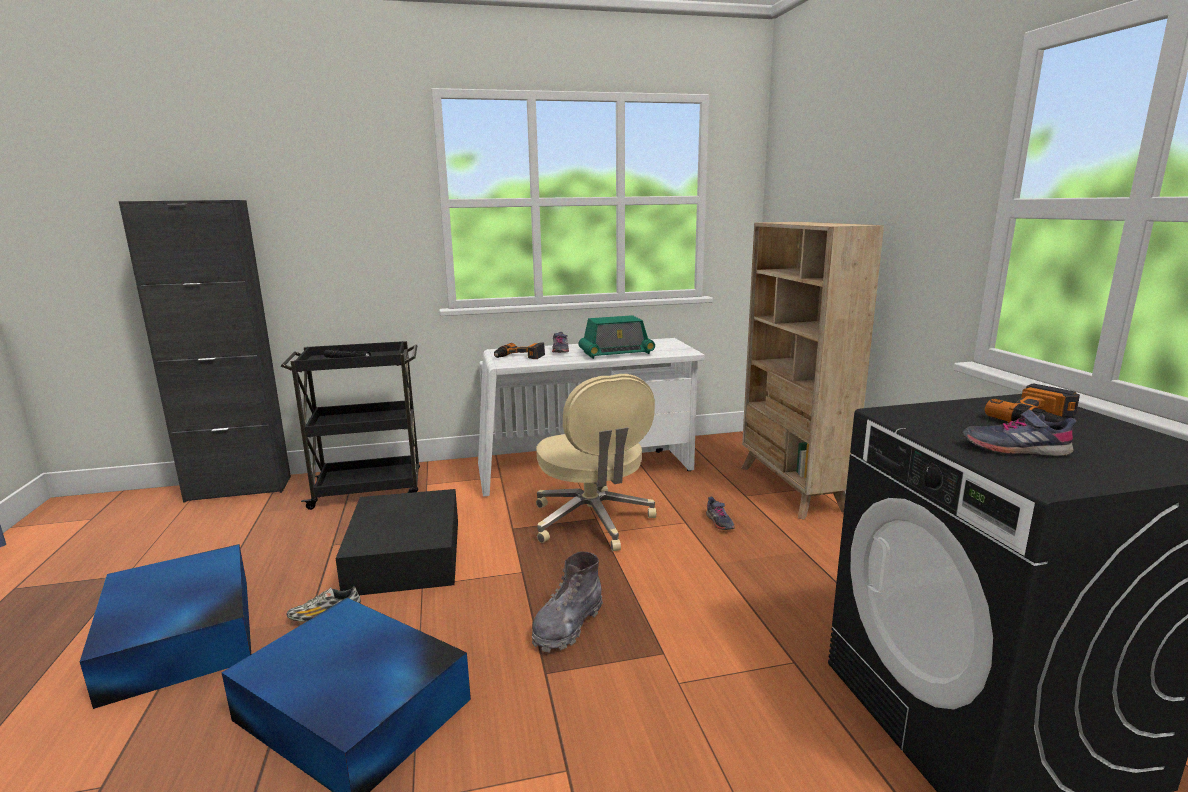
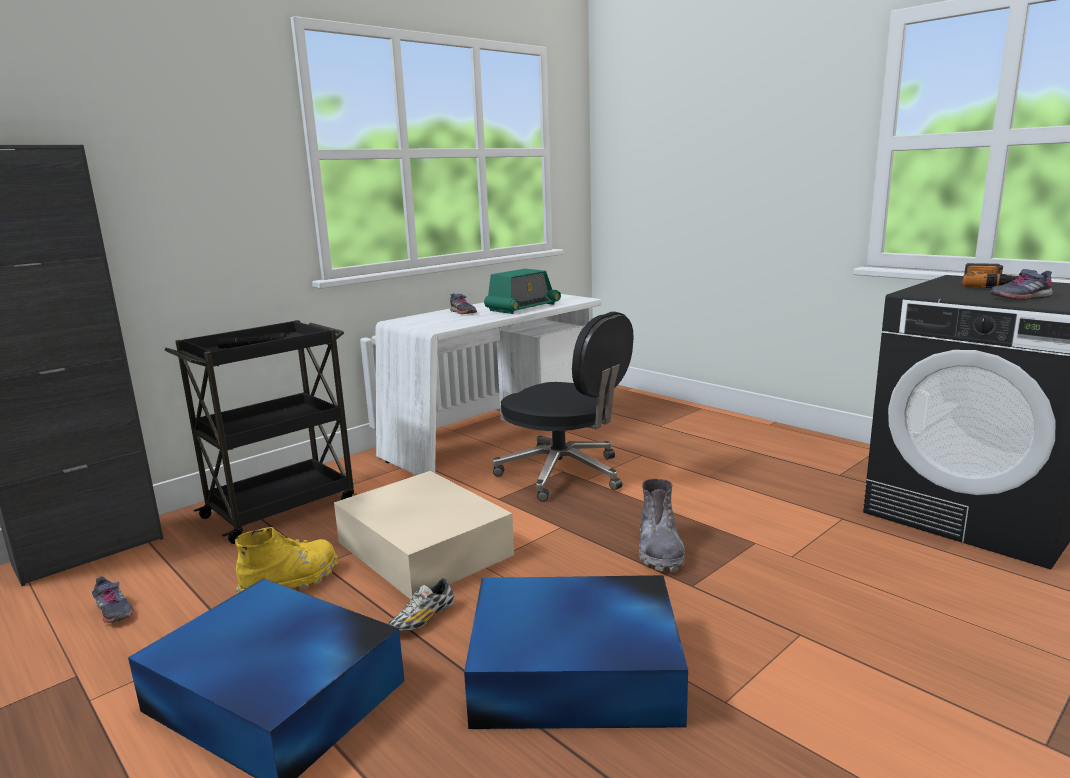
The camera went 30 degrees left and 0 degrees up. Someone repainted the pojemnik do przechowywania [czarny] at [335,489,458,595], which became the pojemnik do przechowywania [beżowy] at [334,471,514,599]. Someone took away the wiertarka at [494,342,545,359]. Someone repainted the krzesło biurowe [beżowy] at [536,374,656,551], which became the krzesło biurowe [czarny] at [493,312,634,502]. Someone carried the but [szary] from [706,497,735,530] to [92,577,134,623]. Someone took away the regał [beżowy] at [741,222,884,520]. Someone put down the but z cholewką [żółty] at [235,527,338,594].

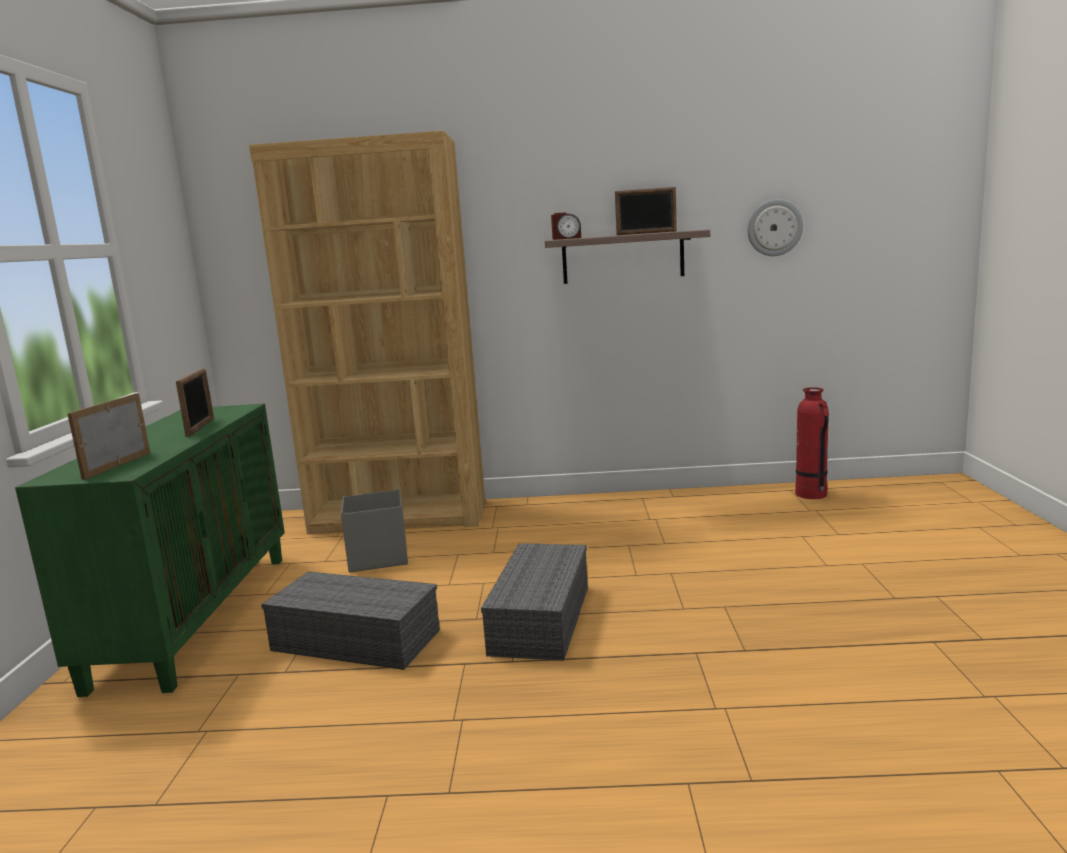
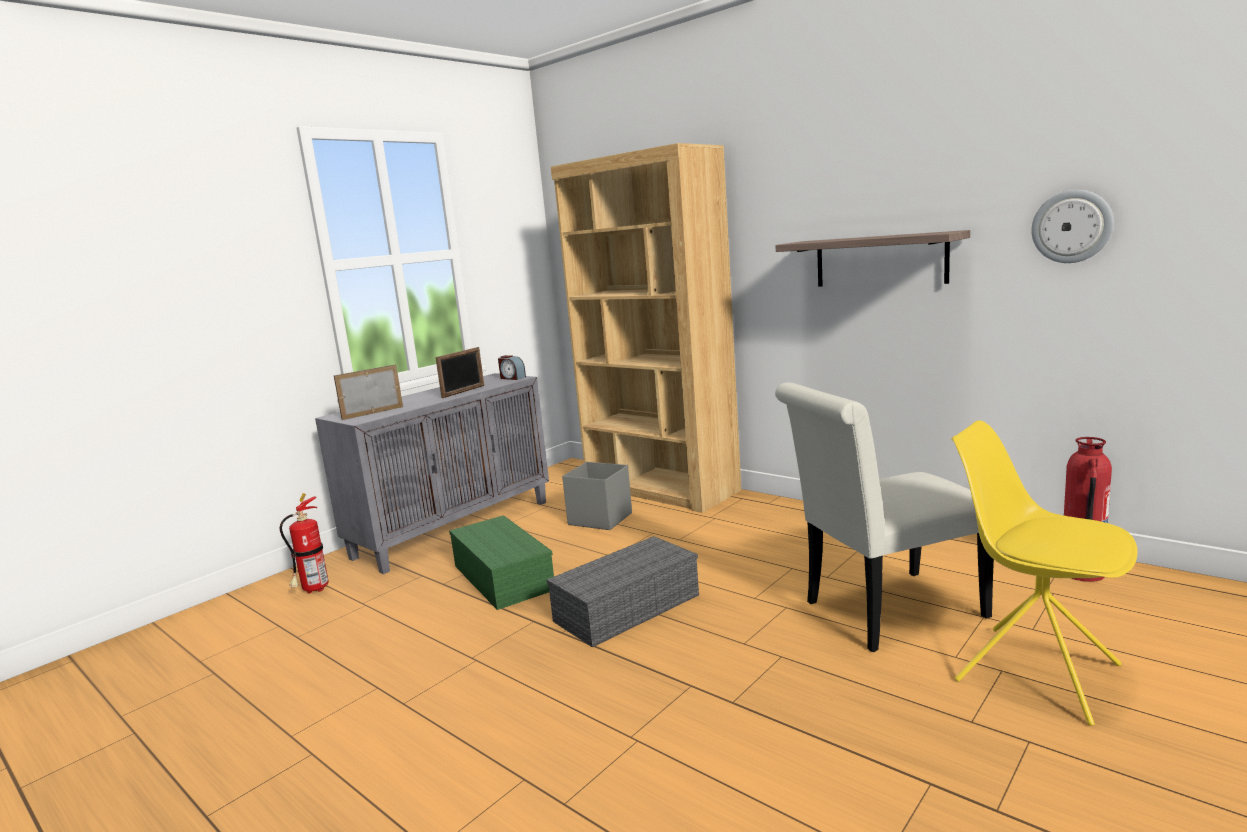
The camera went 40 degrees right and 0 degrees up. Someone repainted the szafka [zielony] at [15,404,285,697], which became the szafka [szary] at [315,373,549,574]. Someone repainted the pojemnik do przechowywania [szary] at [261,572,440,670], which became the pojemnik do przechowywania [zielony] at [449,515,554,610]. Someone carried the budzik from [551,212,581,240] to [498,355,526,380]. Someone took away the ramka na zdjęcie at [615,187,677,235]. Someone put down the gaśnica at [280,493,329,593]. Someone put down the krzesło [biały] at [775,383,994,652]. Someone put down the krzesło [żółty] at [951,420,1137,726].

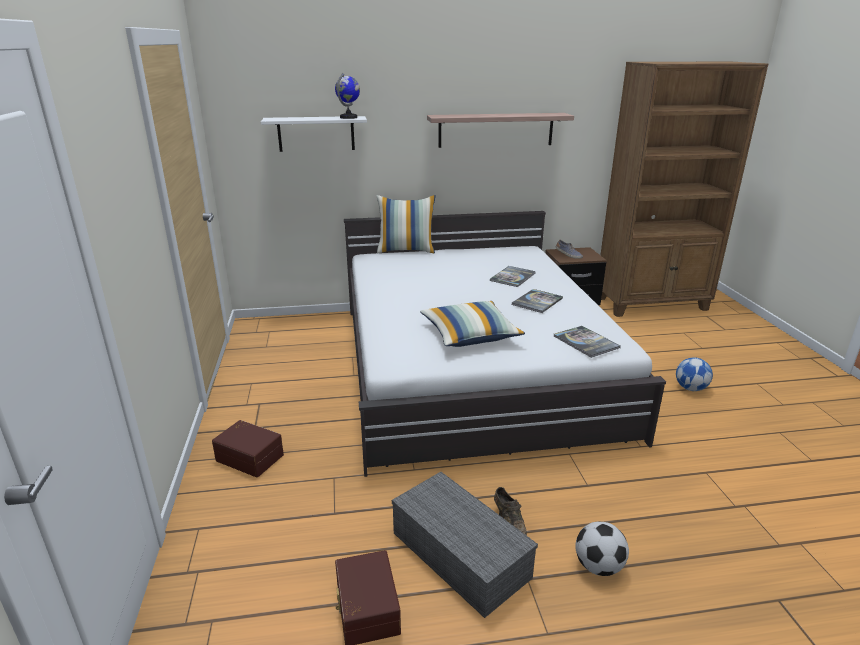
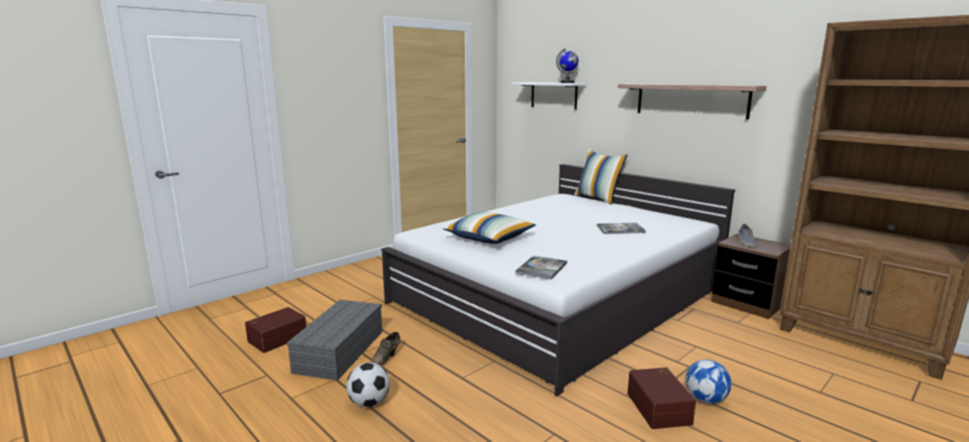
The camera went 55 degrees right and 10 degrees down. Someone carried the pojemnik do przechowywania [brązowy] from [212,420,284,477] to [628,367,696,429]. Someone took away the książka at [512,289,563,313].

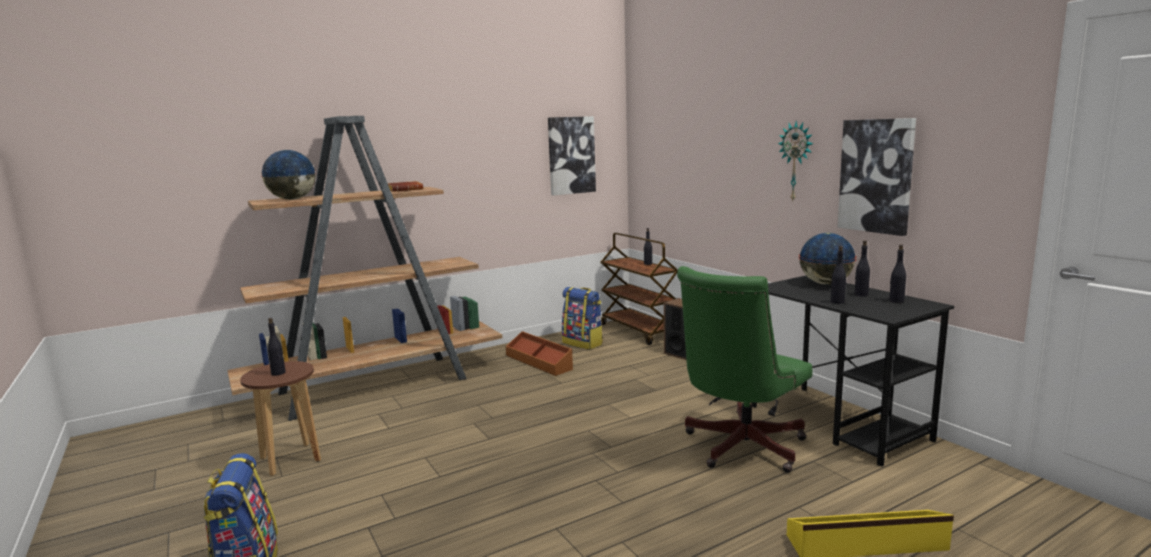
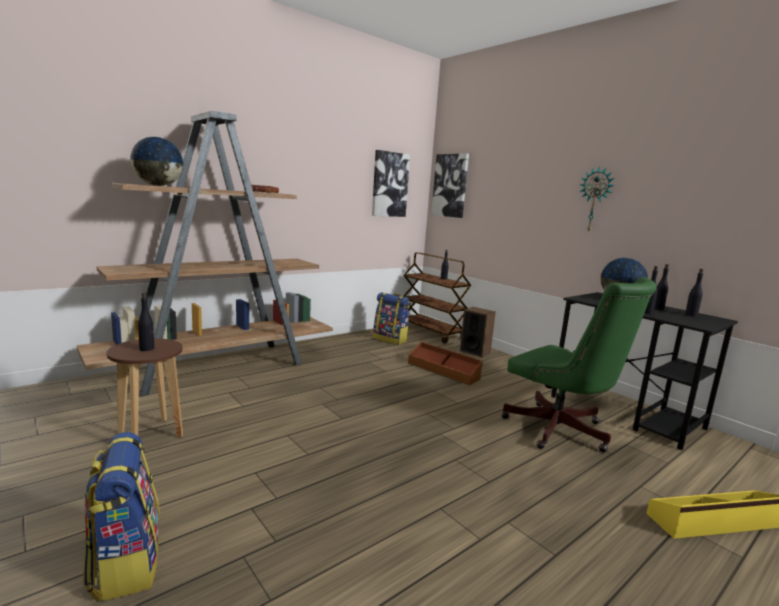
The camera went 10 degrees left and 0 degrees up. Someone carried the pojemnik do przechowywania [brązowy] from [506,331,573,376] to [408,342,483,385]. Someone rotated the krzesło biurowe [zielony] at [677,266,813,473] by 75 degrees counterclockwise. Someone carried the obraz from [838,118,916,236] to [431,153,469,218].

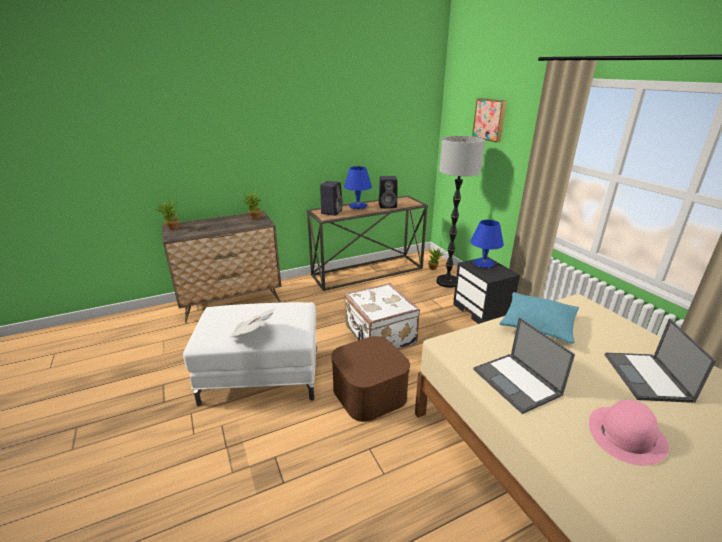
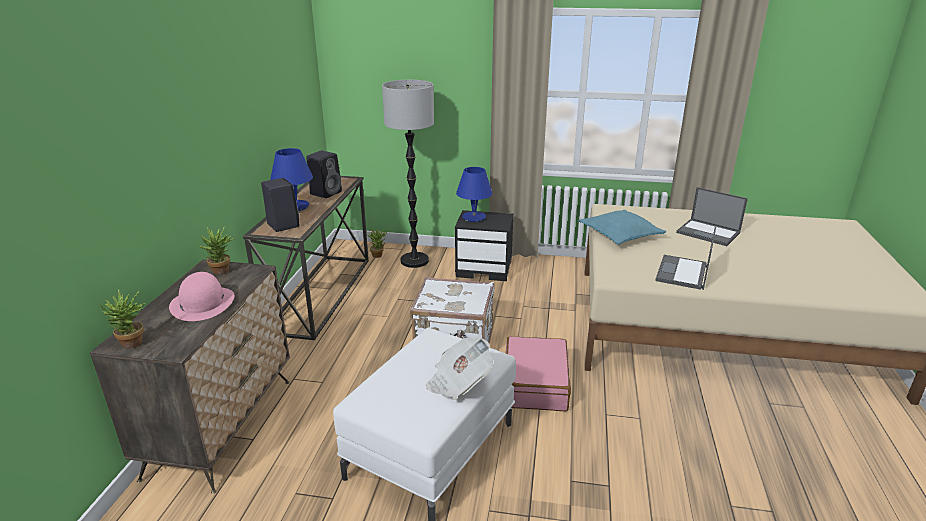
The camera went 55 degrees left and 0 degrees up. Someone swapped the pojemnik do przechowywania [brązowy] at [331,336,410,422] for the walizka [różowy] at [506,336,571,411]. Someone took away the obraz at [472,98,507,143]. Someone rotated the laptop at [473,317,575,414] by 105 degrees clockwise. Someone carried the kapelusz [różowy] from [589,400,669,466] to [169,272,234,321].

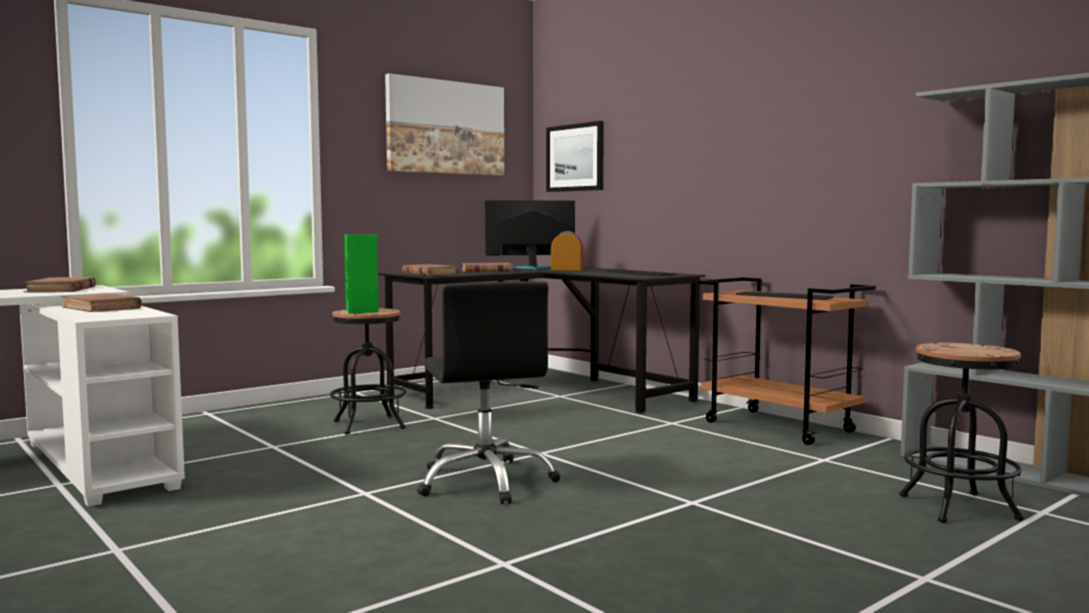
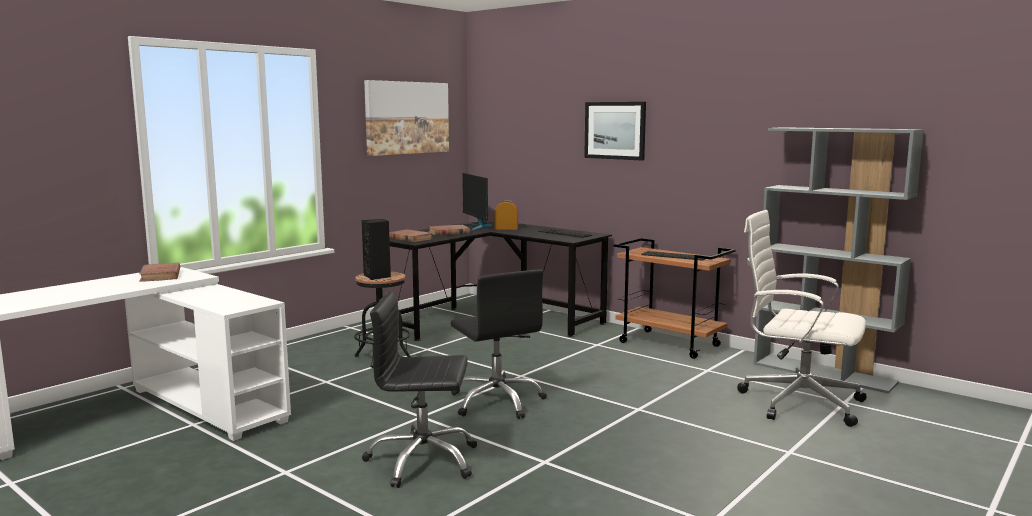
The camera went 10 degrees left and 5 degrees up. Someone took away the książka [brązowy] at [62,293,142,312]. Someone repainted the głośnik [zielony] at [344,234,379,314], which became the głośnik [czarny] at [362,219,391,280]. Someone rotated the monitor at [485,200,575,270] by 90 degrees counterclockwise. Someone carried the obraz from [546,121,604,192] to [584,102,646,161]. Someone swapped the stołek [czarny] at [900,343,1024,523] for the krzesło biurowe [biały] at [737,210,867,427]. Someone put down the krzesło biurowe [czarny] at [362,291,477,488].

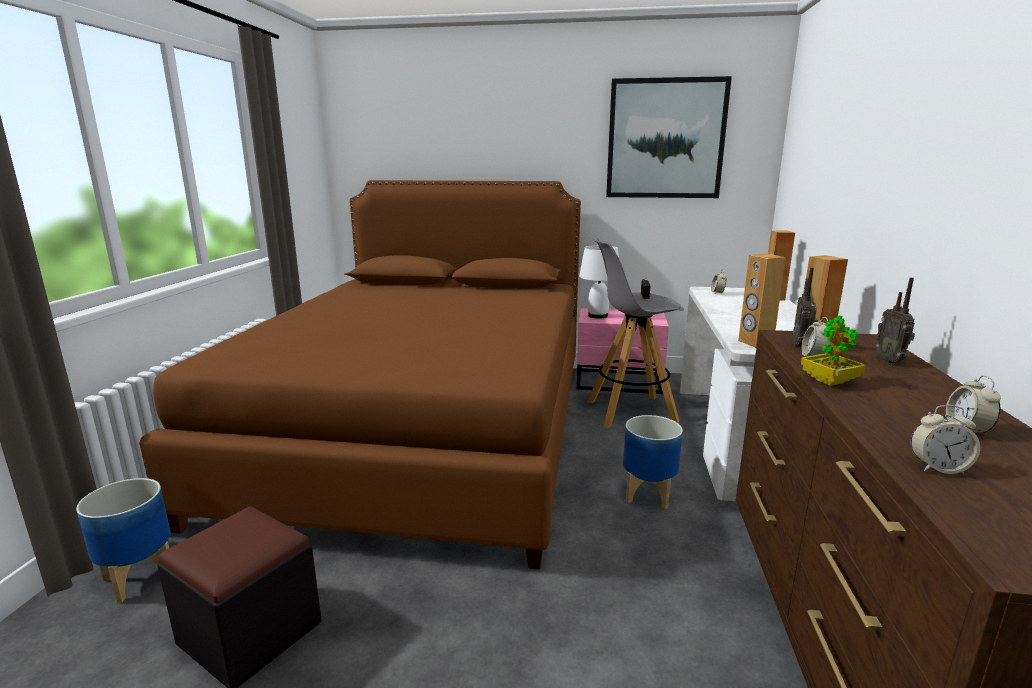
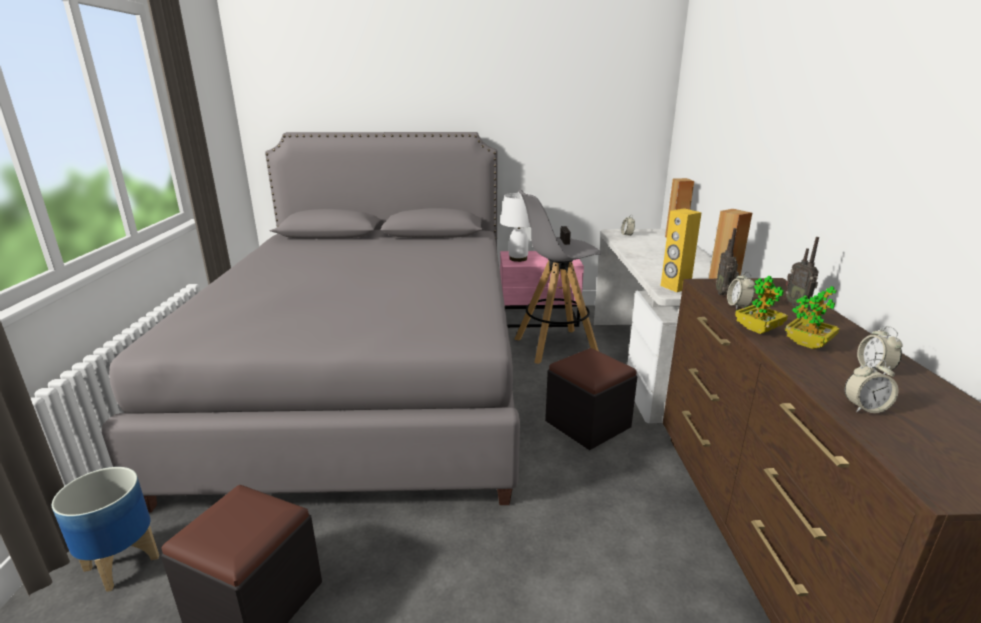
The camera went 10 degrees left and 5 degrees up. Someone repainted the łóżko [brązowy] at [140,180,581,570], which became the łóżko [szary] at [102,132,520,512]. Someone took away the obraz at [606,76,732,198]. Someone swapped the donica at [623,415,683,509] for the pufa [czarny] at [545,348,637,450]. Someone repainted the głośnik [brązowy] at [738,254,786,348], which became the głośnik [żółty] at [661,208,702,292]. Someone put down the roślina doniczkowa at [785,286,839,349].

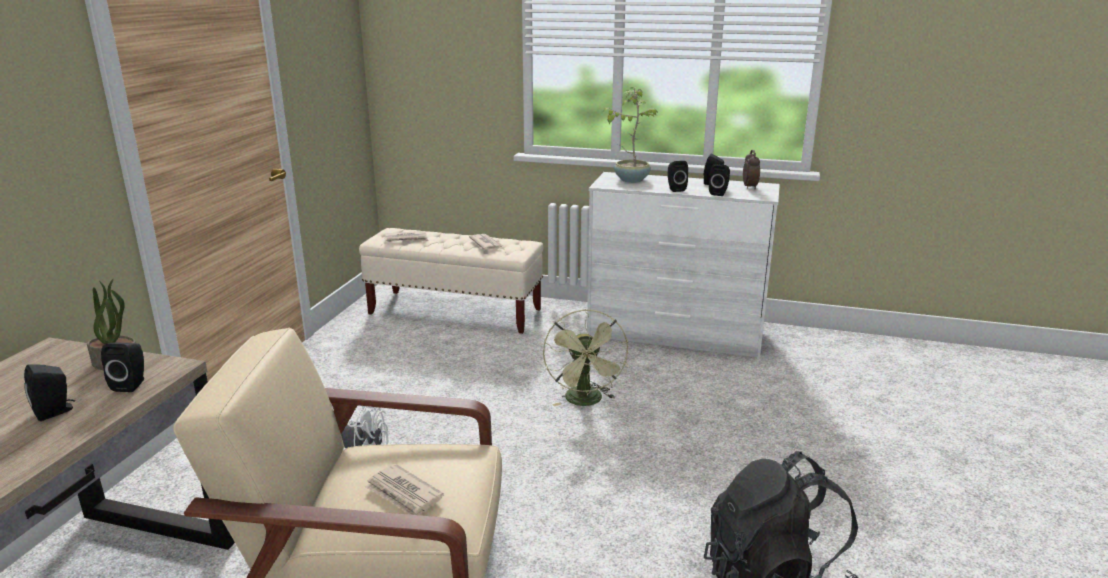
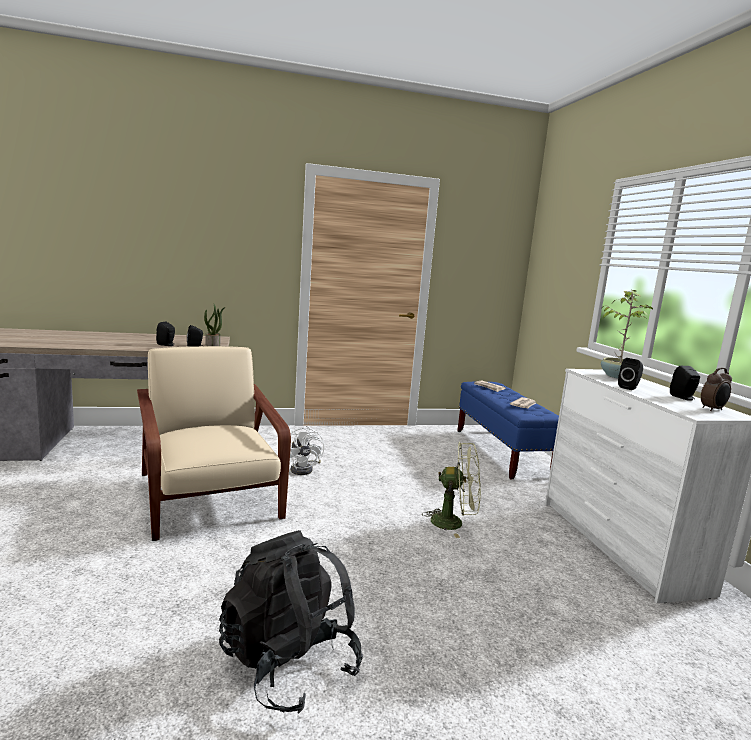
The camera went 60 degrees right and 10 degrees down. Someone repainted the ławka [beżowy] at [359,228,543,334], which became the ławka [niebieski] at [457,382,559,480]. Someone took away the gazeta at [365,464,444,515]. Someone rotated the wentylator [zielony] at [543,309,628,406] by 135 degrees counterclockwise. Someone took away the głośnik [czarny] at [709,164,730,196].

